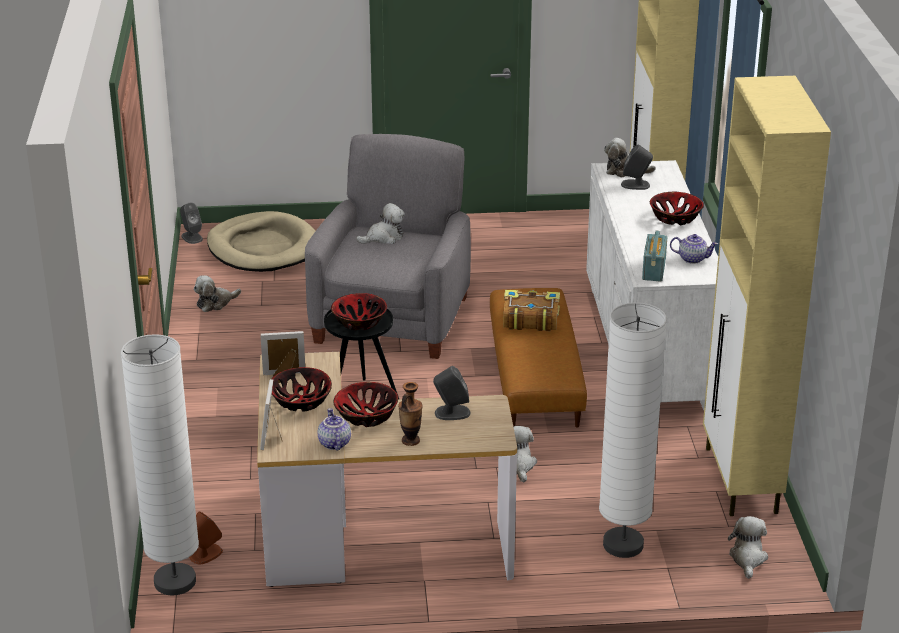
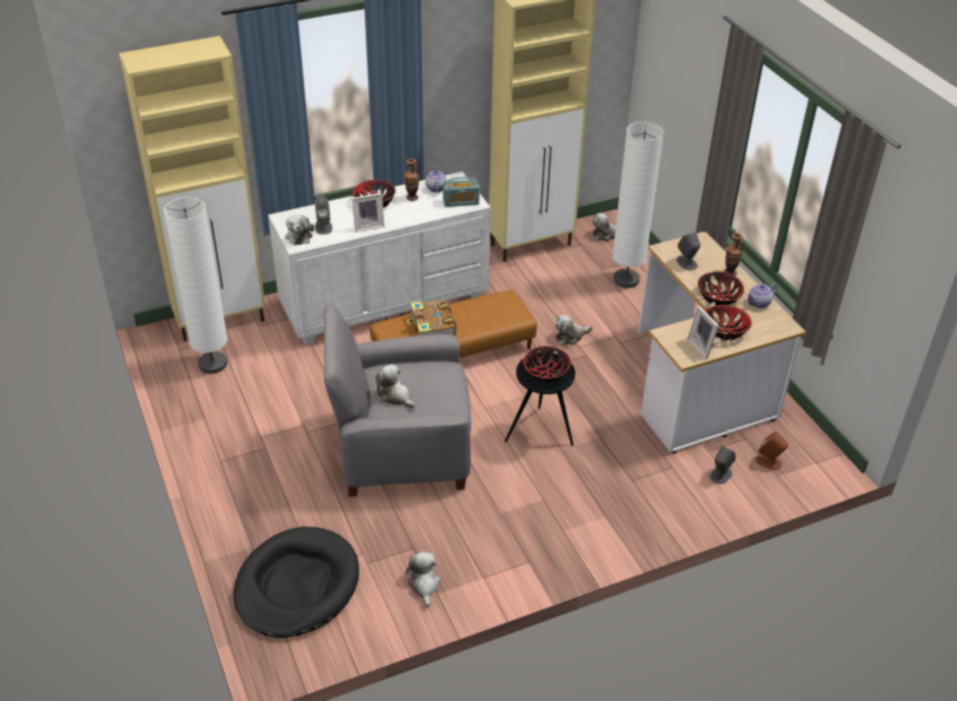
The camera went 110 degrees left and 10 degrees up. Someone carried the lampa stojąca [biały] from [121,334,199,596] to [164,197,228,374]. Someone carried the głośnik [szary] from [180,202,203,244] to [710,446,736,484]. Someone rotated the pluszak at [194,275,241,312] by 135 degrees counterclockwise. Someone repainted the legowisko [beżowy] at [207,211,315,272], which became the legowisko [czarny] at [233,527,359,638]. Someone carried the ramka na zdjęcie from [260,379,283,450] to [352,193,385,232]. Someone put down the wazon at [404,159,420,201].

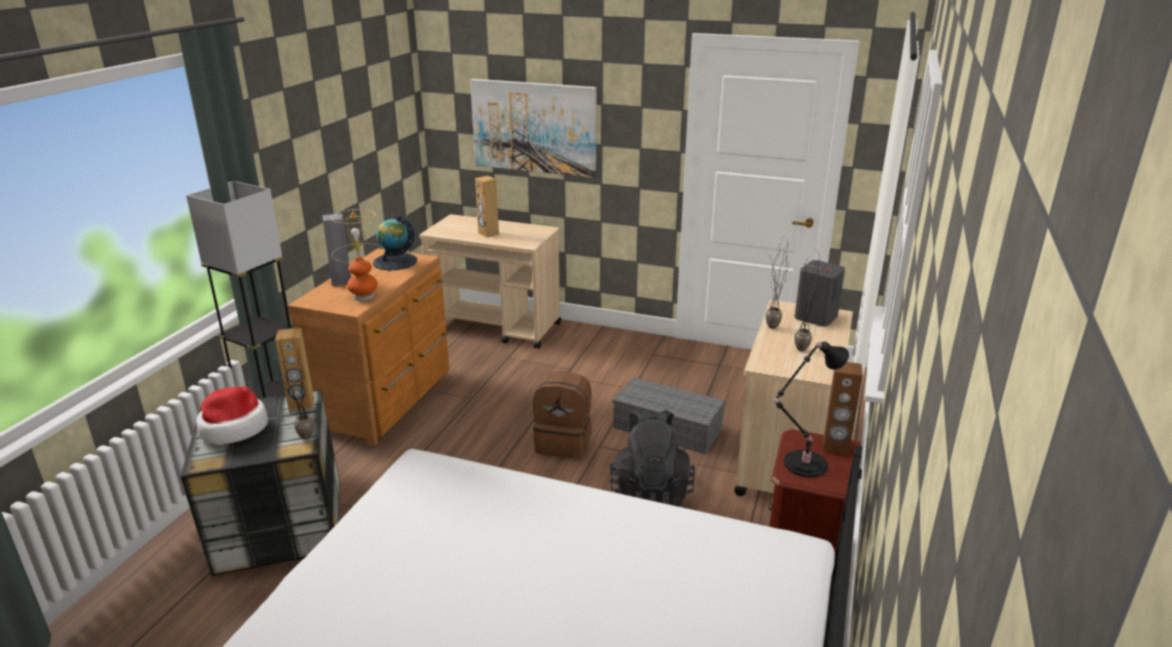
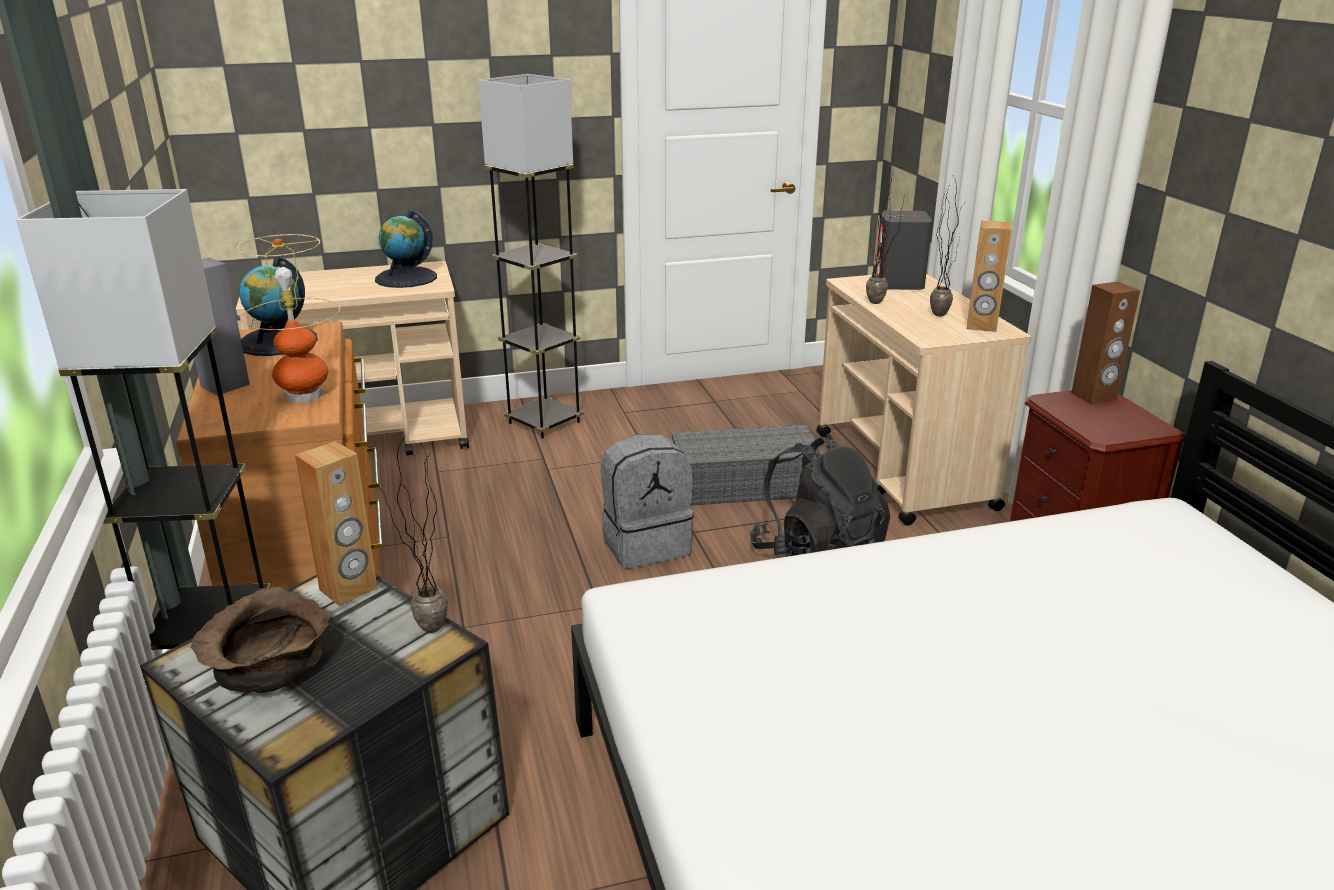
The camera went 35 degrees left and 0 degrees up. Someone swapped the kapelusz at [196,386,268,445] for the miska [brązowy] at [190,587,330,693]. Someone took away the obraz at [470,79,597,178]. Someone carried the głośnik [brązowy] from [475,176,499,238] to [967,220,1012,332]. Someone repainted the plecak [brązowy] at [533,371,592,459], which became the plecak [szary] at [601,434,694,569]. Someone took away the lampa stołowa [czarny] at [773,341,849,478]. Someone put down the globus at [375,210,437,288]. Someone put down the lampa stojąca [szary] at [478,74,584,439].

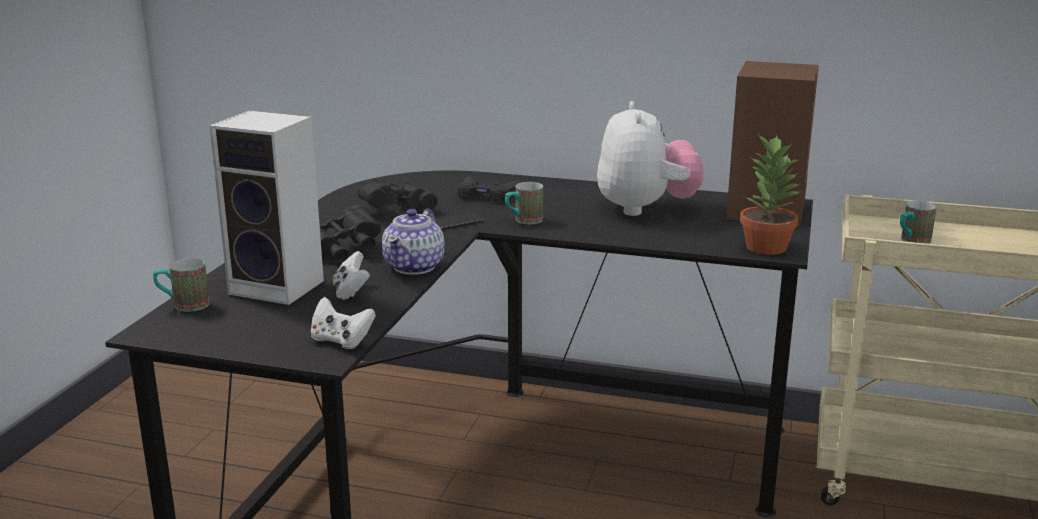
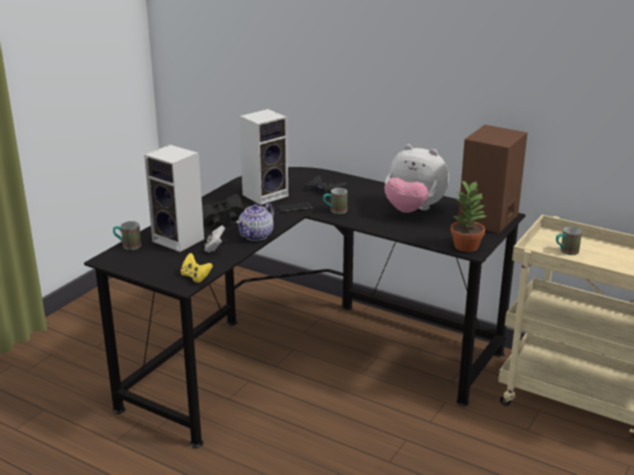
The camera went 15 degrees right and 5 degrees up. Someone repainted the pad do gier [biały] at [311,297,376,349], which became the pad do gier [żółty] at [181,253,213,283]. Someone swapped the lornetka [czarny] at [358,180,438,210] for the głośnik at [239,109,288,205]. Someone rotated the pluszak at [597,101,703,216] by 105 degrees clockwise.

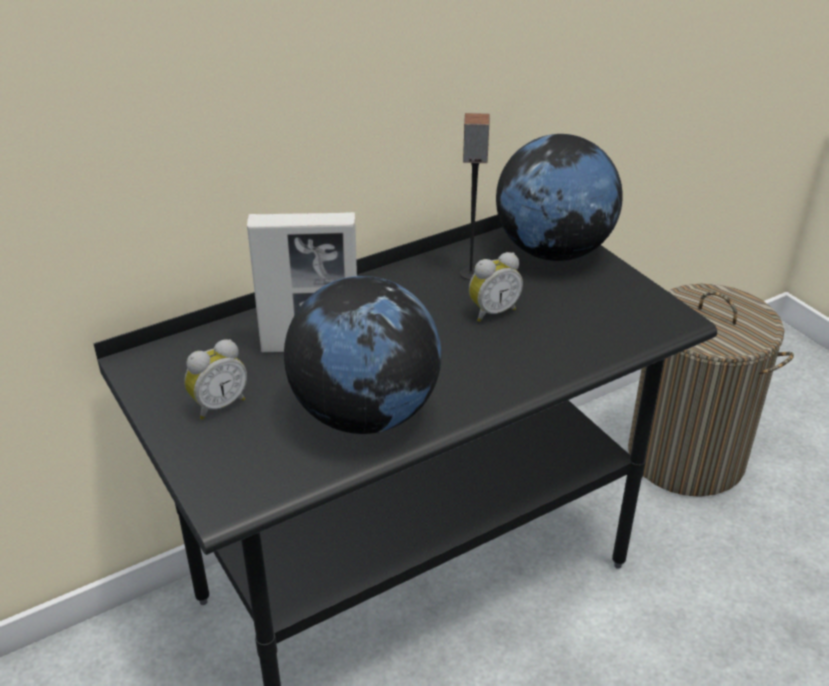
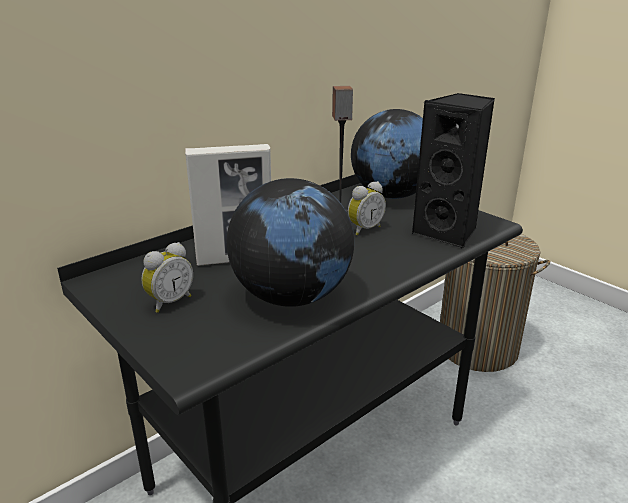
The camera went 10 degrees left and 10 degrees down. Someone put down the głośnik [czarny] at [412,93,495,248].

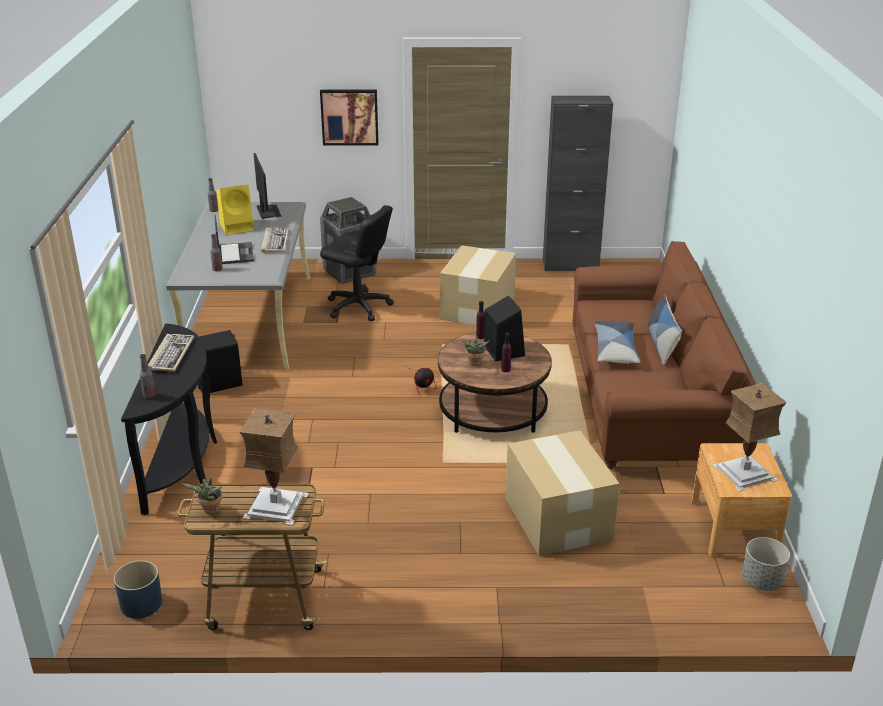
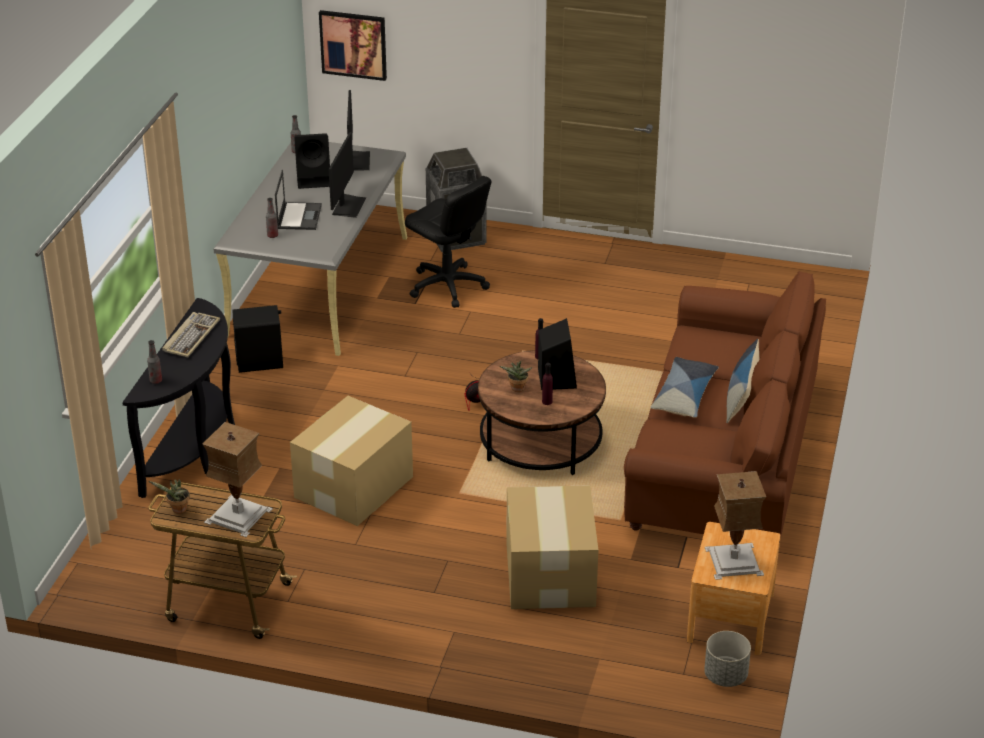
The camera went 15 degrees right and 5 degrees up. Someone took away the donica [niebieski] at [114,561,162,619]. Someone repainted the głośnik [żółty] at [216,184,254,235], which became the głośnik [czarny] at [294,133,330,189]. Someone swapped the klawiatura at [261,227,289,253] for the monitor at [329,132,366,218]. Someone carried the obraz from [320,90,379,145] to [319,10,387,81]. Someone carried the karton from [440,245,516,325] to [290,396,413,526]. Someone took away the szafka [czarny] at [543,96,613,271].

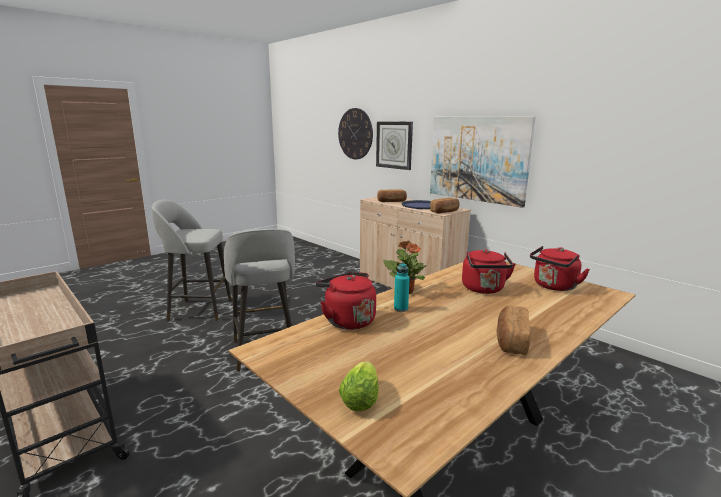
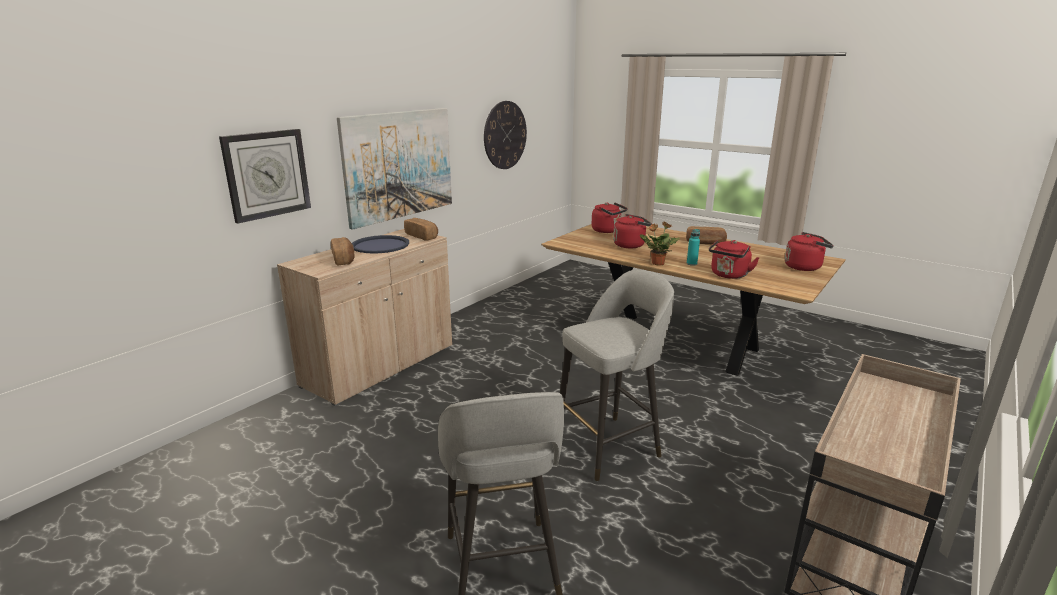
The camera went 100 degrees left and 5 degrees up. Someone carried the zegar ścienny from [338,108,373,159] to [484,101,527,169]. Someone swapped the sałata at [339,361,379,411] for the czajnik [czerwony] at [785,232,834,271].

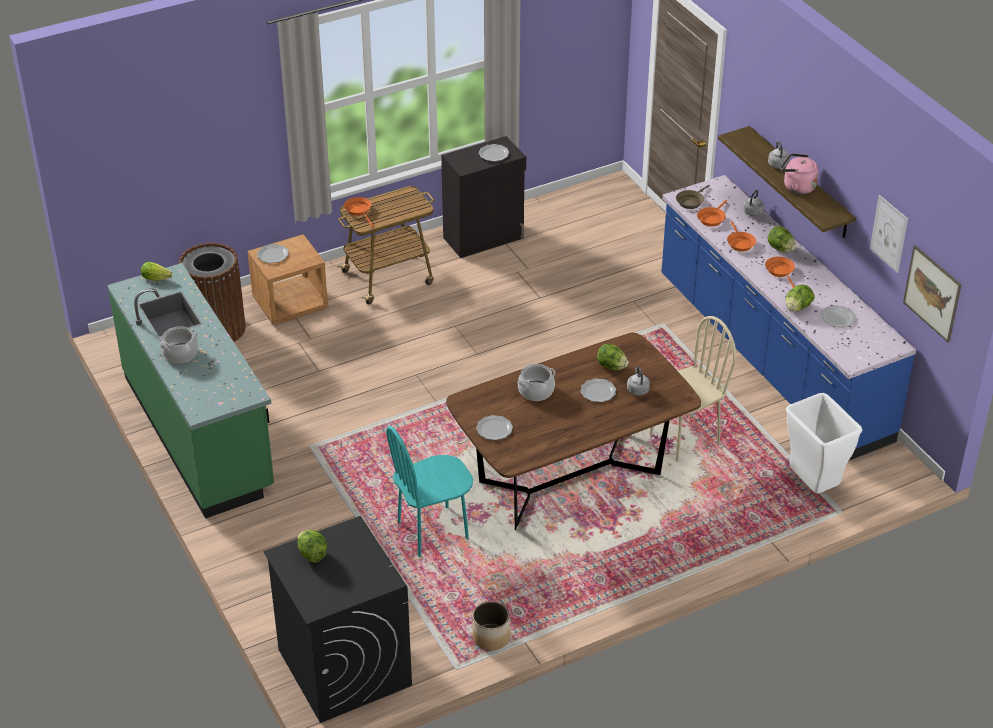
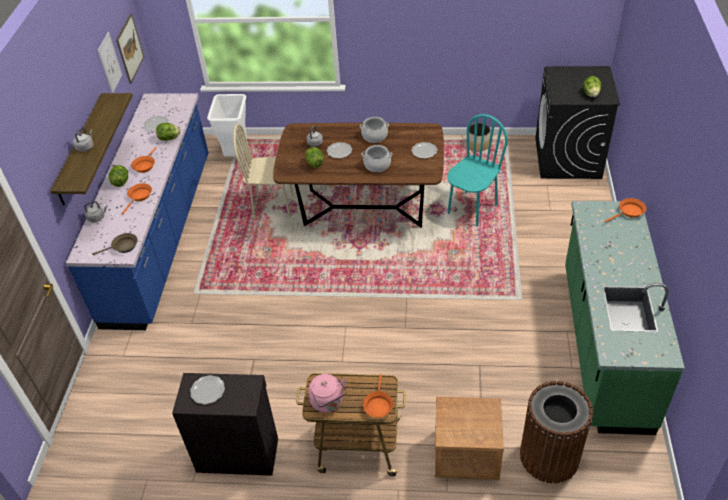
The camera went 145 degrees left and 5 degrees up. Someone took away the sałata at [141,262,172,281]. Someone carried the garnek from [159,326,198,363] to [359,117,389,143]. Someone took away the talerz at [257,244,288,263]. Someone rotated the krzesło [turkusowy] at [386,426,473,557] by 60 degrees counterclockwise. Someone carried the patelnia [pomarańczowy] from [697,200,727,227] to [605,198,646,222]. Someone carried the czajnik [różowy] from [780,153,819,194] to [308,374,347,413].

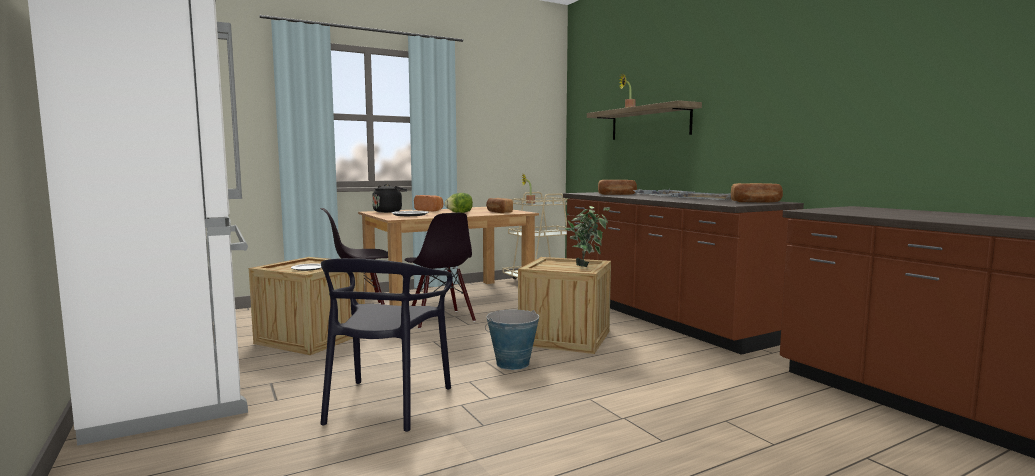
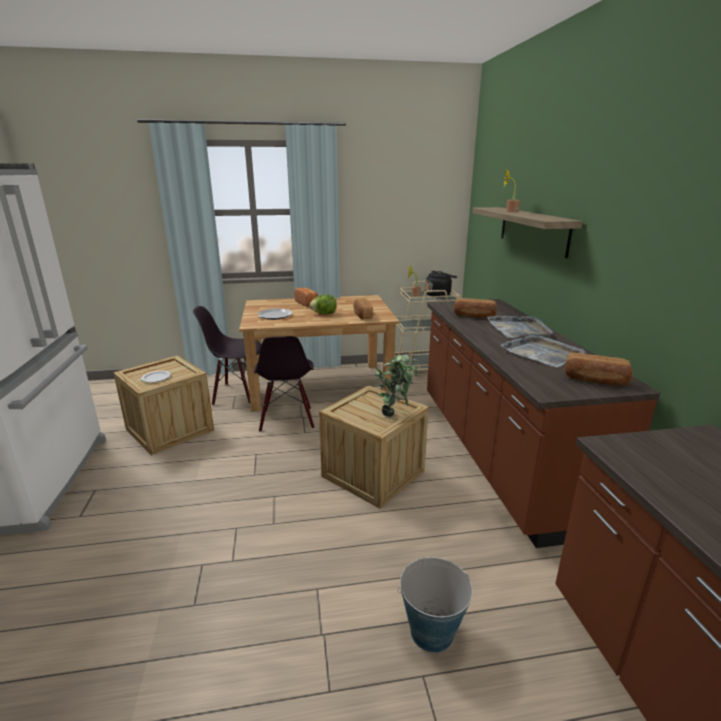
The camera went 20 degrees right and 15 degrees up. Someone took away the krzesło [czarny] at [320,258,453,432]. Someone carried the czajnik [czarny] from [372,184,407,213] to [426,271,457,296]. Someone carried the wiadro from [485,310,539,370] to [397,557,473,653].

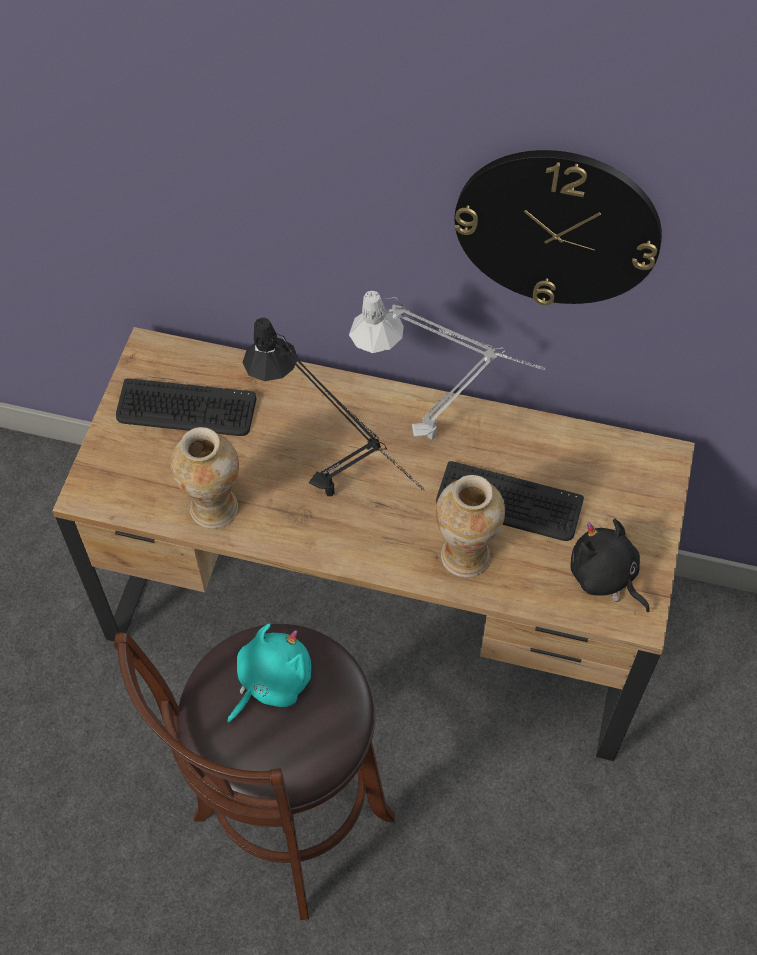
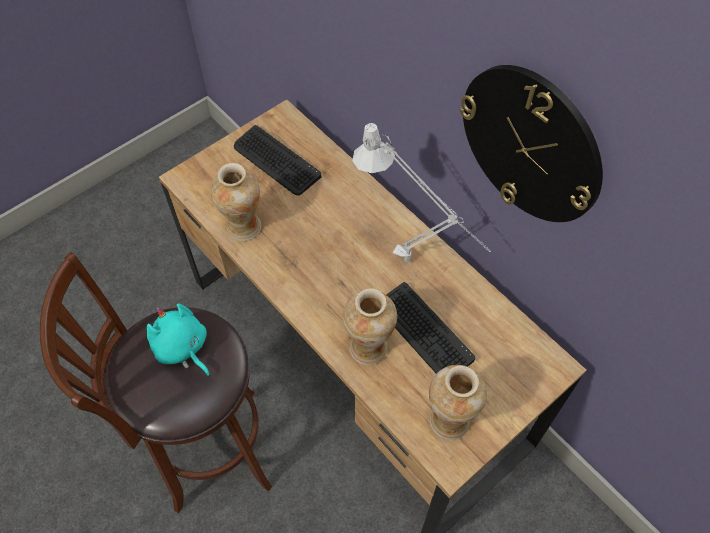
The camera went 35 degrees right and 0 degrees up. Someone rotated the pluszak [turkusowy] at [227,623,311,723] by 120 degrees counterclockwise. Someone took away the lampa stołowa [czarny] at [243,318,424,496]. Someone swapped the pluszak [czarny] at [570,519,650,612] for the wazon at [429,365,487,440].

